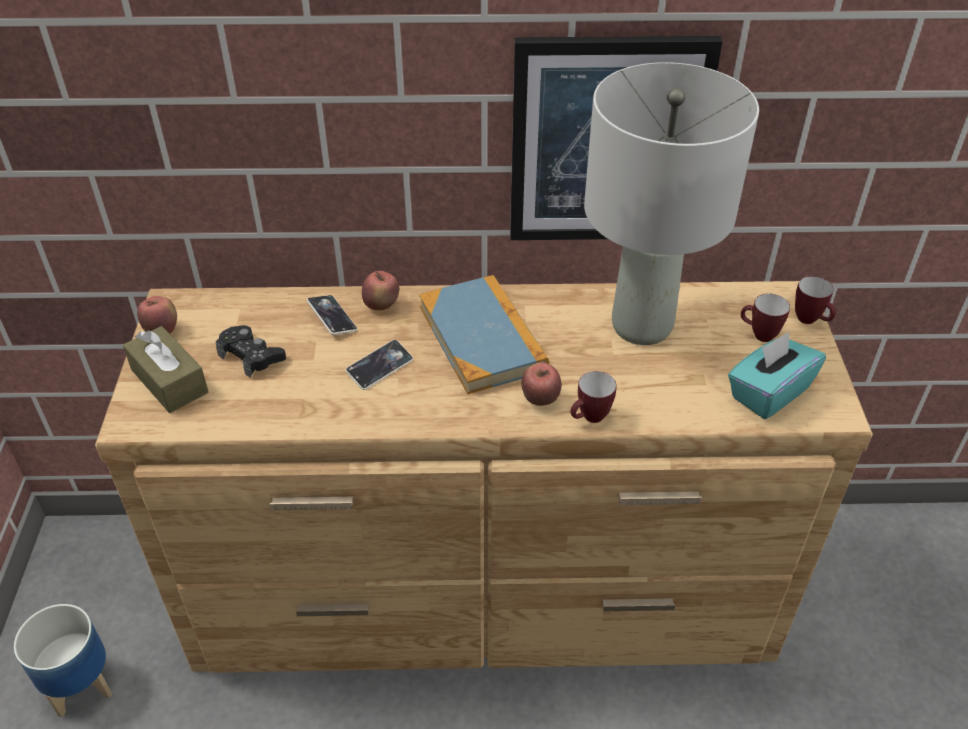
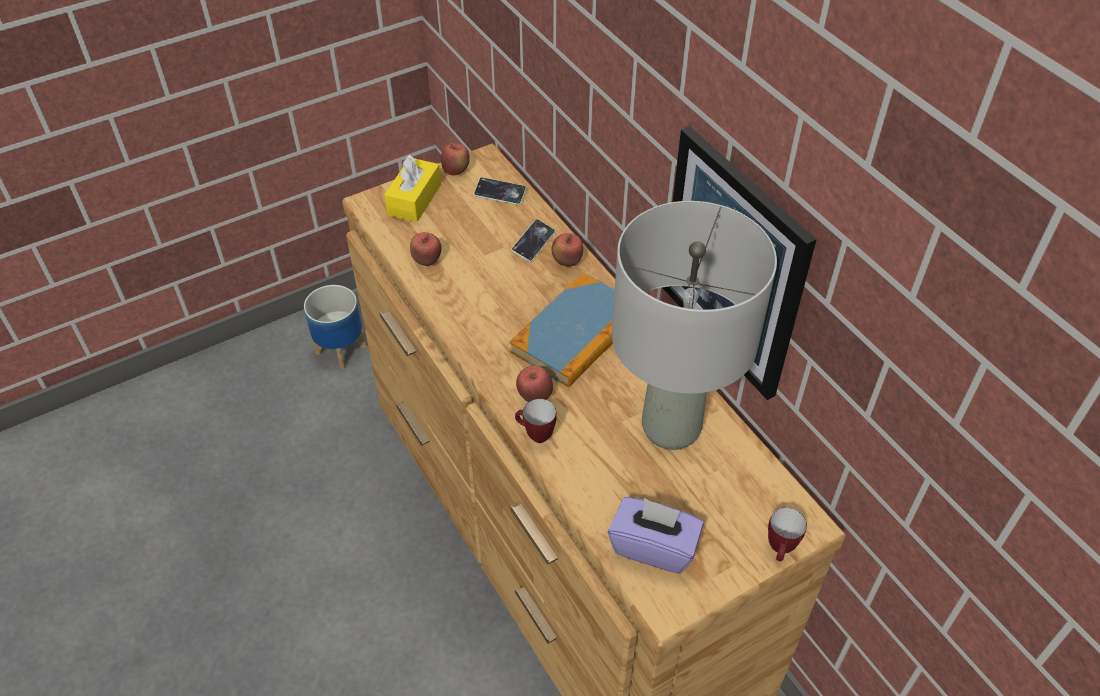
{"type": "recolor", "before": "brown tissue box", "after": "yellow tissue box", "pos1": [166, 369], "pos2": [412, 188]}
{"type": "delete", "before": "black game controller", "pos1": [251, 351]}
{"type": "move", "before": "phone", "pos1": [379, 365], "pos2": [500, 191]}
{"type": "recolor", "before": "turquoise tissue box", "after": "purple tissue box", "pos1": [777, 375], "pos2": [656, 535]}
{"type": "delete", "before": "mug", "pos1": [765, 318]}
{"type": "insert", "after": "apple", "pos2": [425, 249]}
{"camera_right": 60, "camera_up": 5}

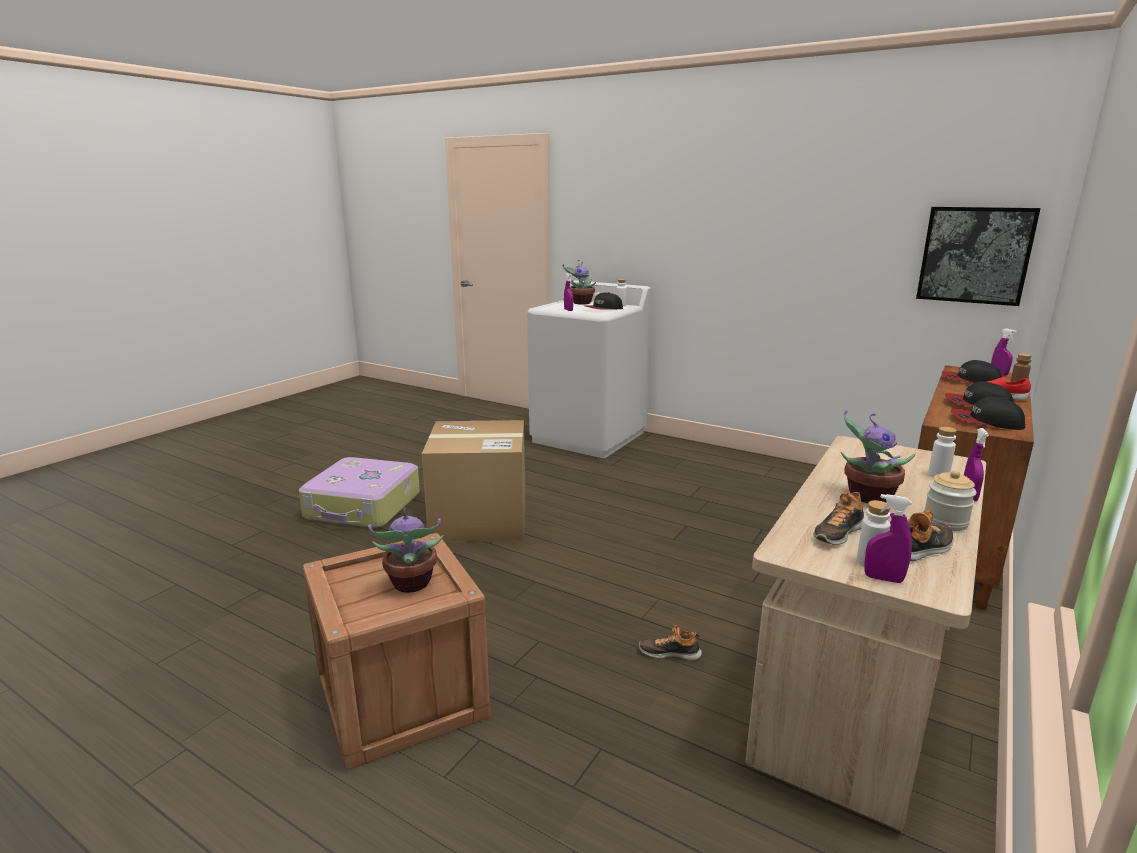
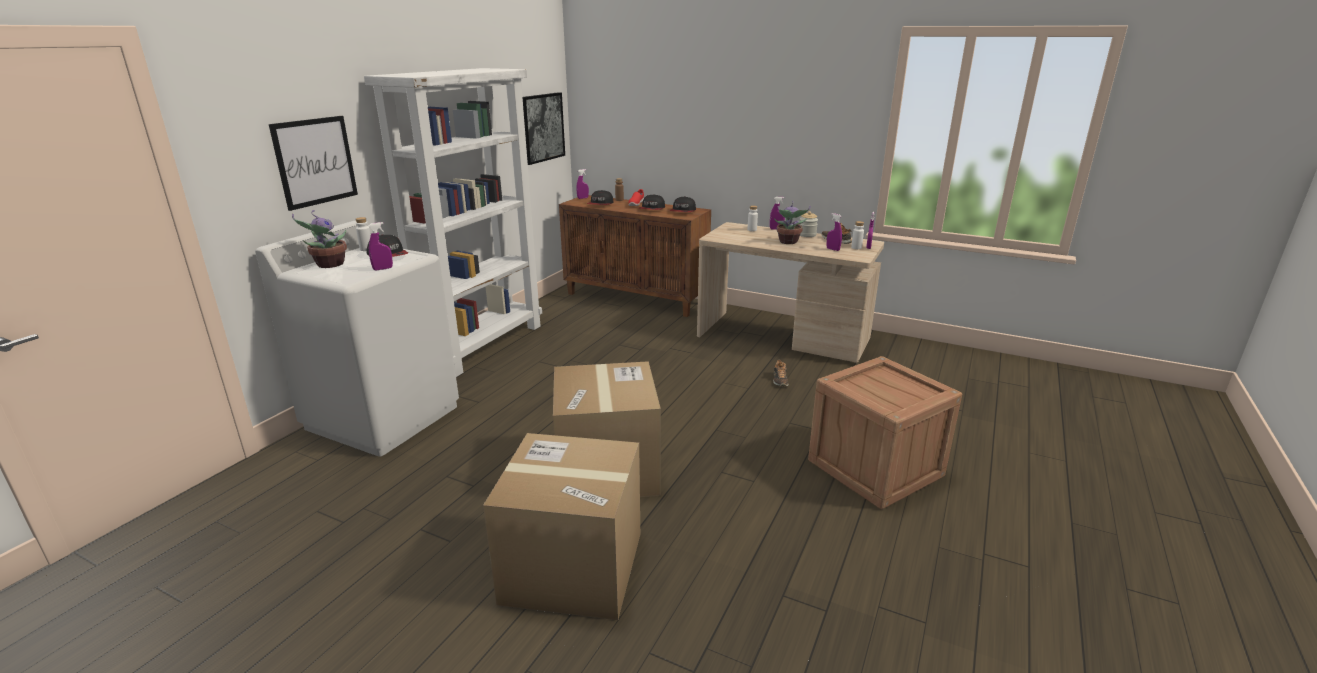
{"type": "replace", "before": "suitcase", "after": "cardboard box", "pos1": [359, 492], "pos2": [561, 526]}
{"type": "delete", "before": "potted plant", "pos1": [406, 550]}
{"type": "replace", "before": "shoe", "after": "purple spray bottle", "pos1": [838, 518], "pos2": [834, 232]}
{"type": "insert", "after": "picture", "pos2": [313, 163]}
{"type": "insert", "after": "white bookcase", "pos2": [453, 222]}
{"camera_right": -95, "camera_up": 5}

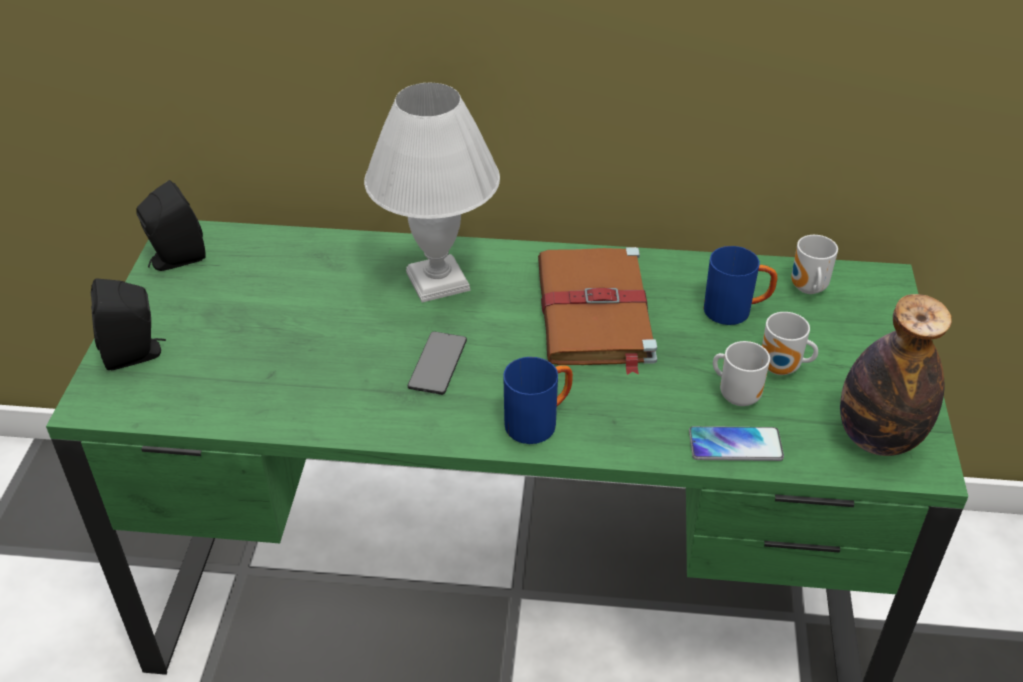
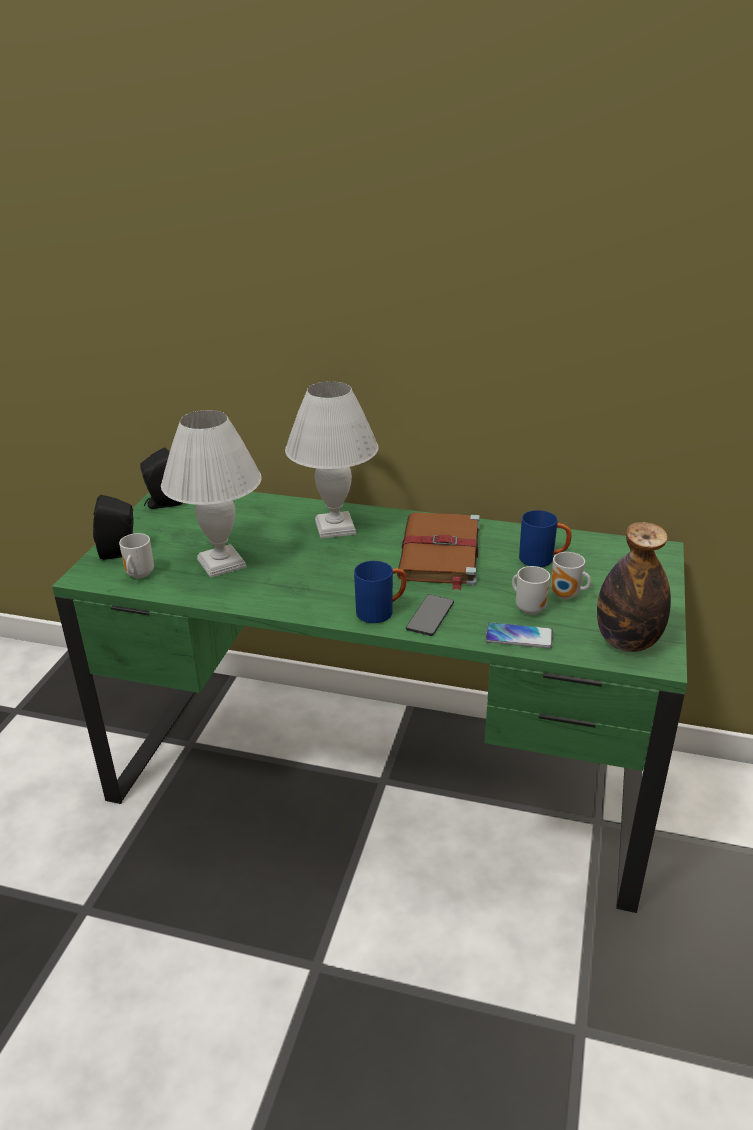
{"type": "move", "before": "phone", "pos1": [437, 363], "pos2": [430, 615]}
{"type": "move", "before": "mug", "pos1": [814, 264], "pos2": [136, 556]}
{"type": "insert", "after": "white table lamp", "pos2": [211, 494]}
{"camera_right": 10, "camera_up": -10}

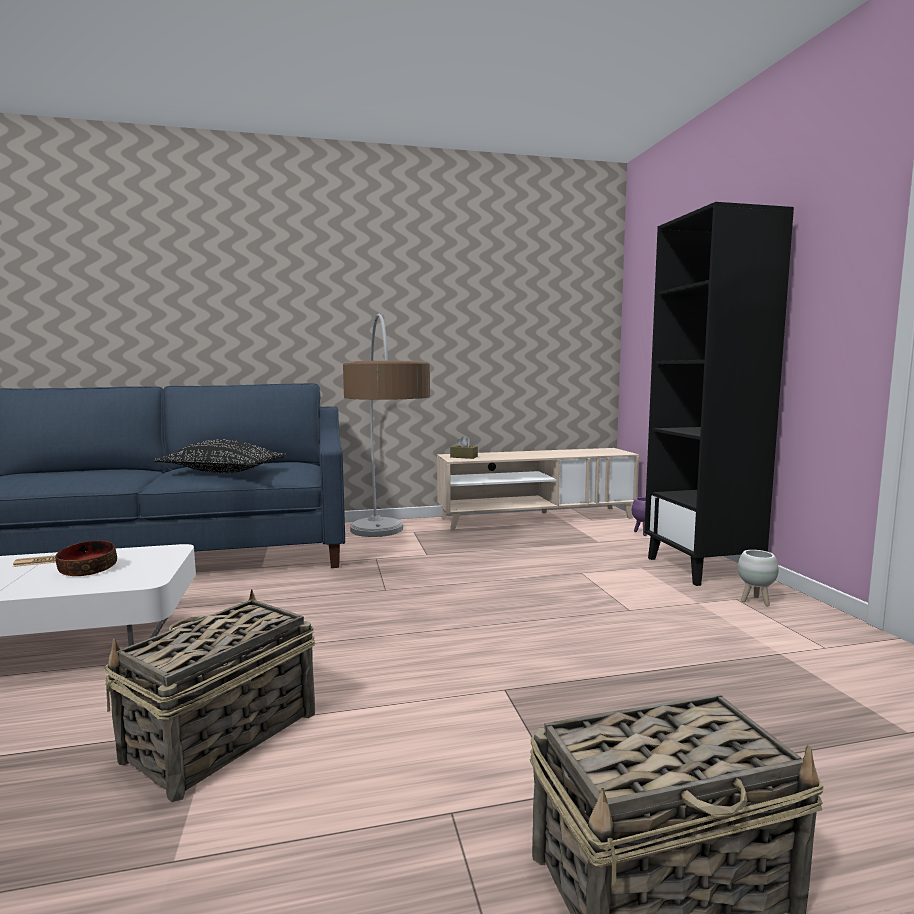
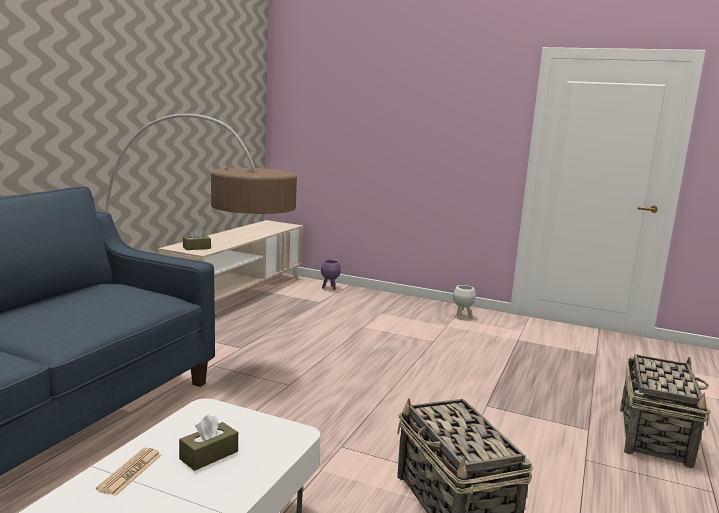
{"type": "replace", "before": "bowl", "after": "brown tissue box", "pos1": [86, 558], "pos2": [208, 442]}
{"type": "delete", "before": "black pillow", "pos1": [220, 456]}
{"type": "delete", "before": "black bookcase", "pos1": [719, 394]}
{"camera_right": -55, "camera_up": 5}

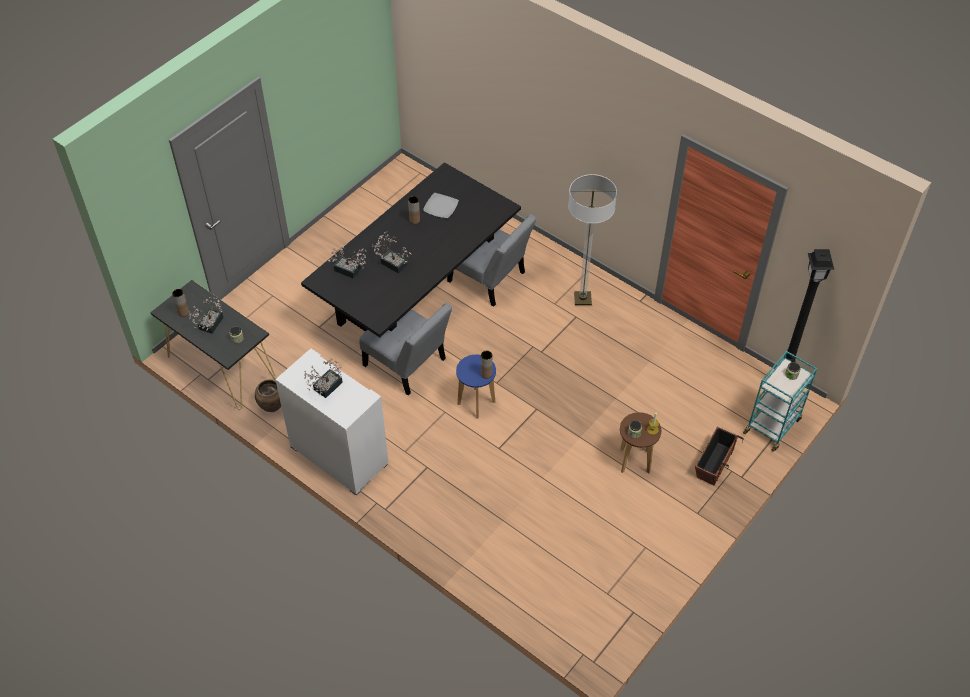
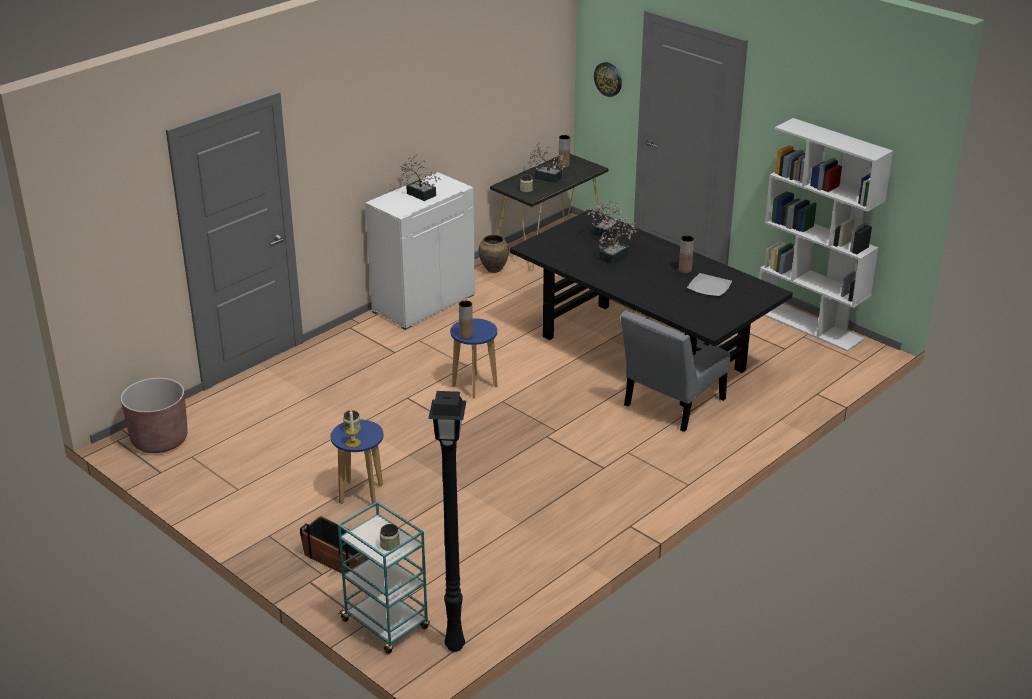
{"type": "delete", "before": "grey chair", "pos1": [405, 349]}
{"type": "delete", "before": "floor lamp", "pos1": [592, 239]}
{"type": "recolor", "before": "brown stool", "after": "blue stool", "pos1": [640, 443], "pos2": [357, 463]}
{"type": "insert", "after": "brown planter", "pos2": [154, 415]}
{"type": "insert", "after": "wall clock", "pos2": [608, 79]}
{"type": "insert", "after": "white bookcase", "pos2": [826, 235]}
{"camera_right": 95, "camera_up": -20}

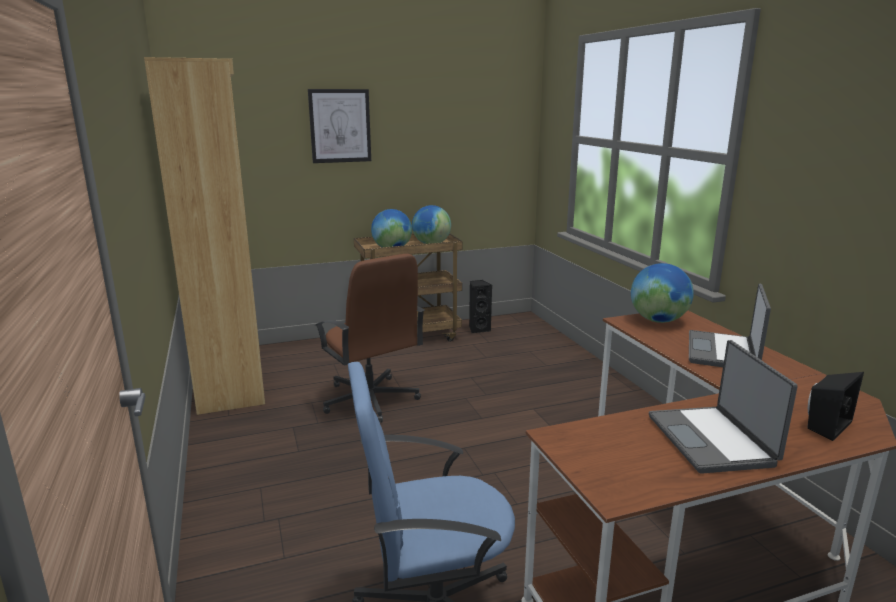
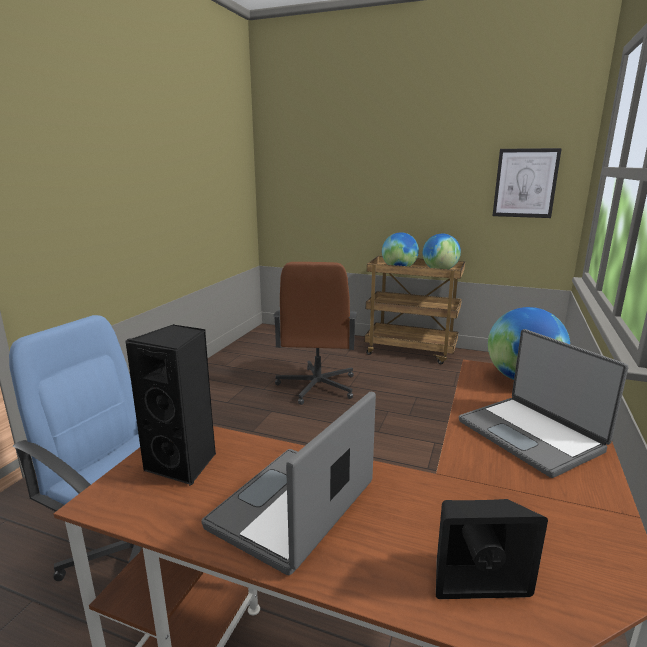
{"type": "delete", "before": "brown bookcase", "pos1": [204, 236]}
{"type": "move", "before": "picture", "pos1": [339, 126], "pos2": [527, 183]}
{"type": "move", "before": "black speaker", "pos1": [480, 306], "pos2": [171, 405]}
{"type": "rotate", "before": "laptop", "pos1": [730, 325], "pos2": [543, 403], "turn": -90}
{"camera_right": 40, "camera_up": 0}

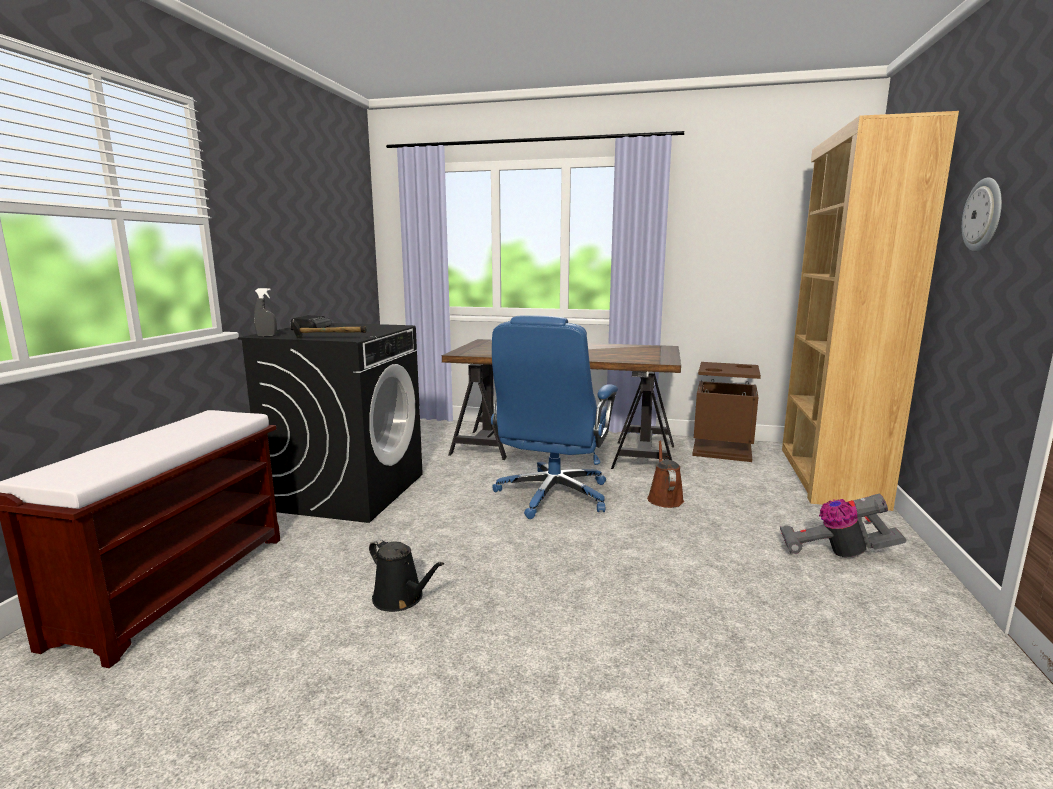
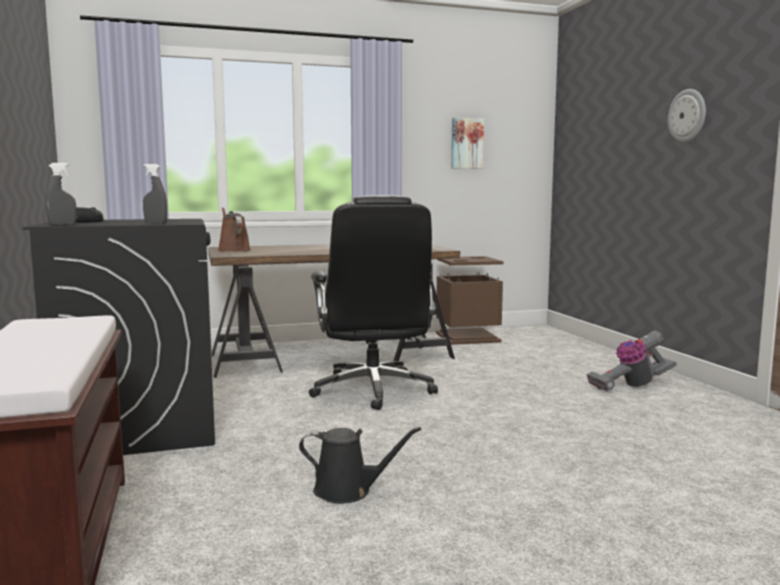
{"type": "replace", "before": "hammer", "after": "grey spray bottle", "pos1": [329, 328], "pos2": [155, 194]}
{"type": "recolor", "before": "blue office chair", "after": "black office chair", "pos1": [554, 417], "pos2": [373, 302]}
{"type": "move", "before": "brown watering can", "pos1": [665, 474], "pos2": [234, 230]}
{"type": "delete", "before": "brown bookcase", "pos1": [870, 311]}
{"type": "insert", "after": "picture", "pos2": [467, 143]}
{"camera_right": -30, "camera_up": -5}

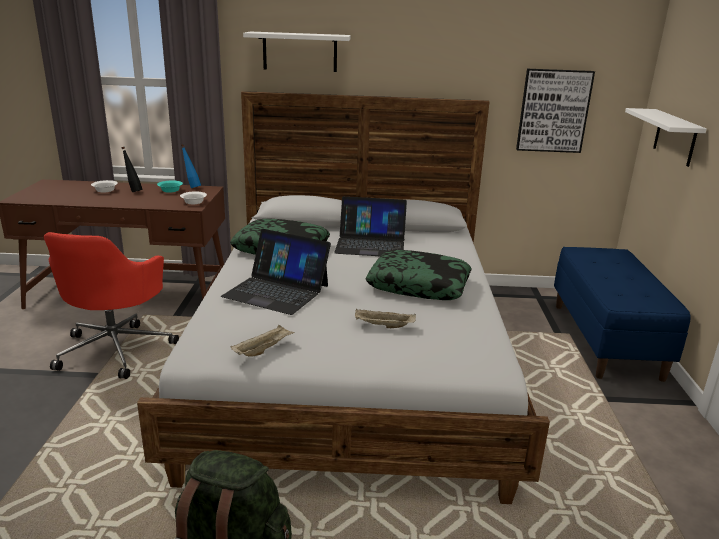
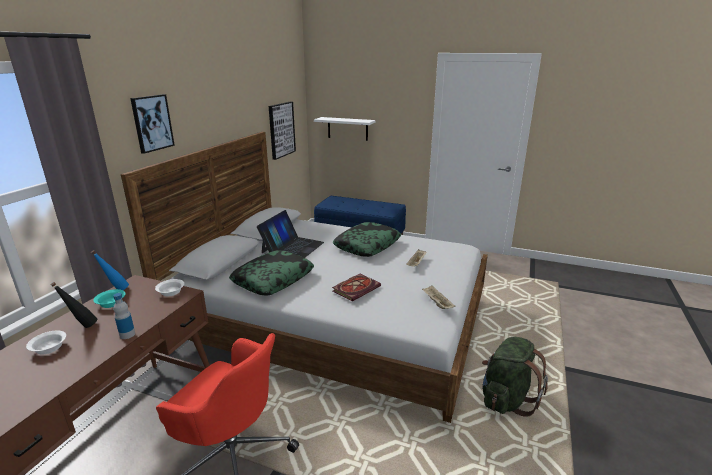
{"type": "replace", "before": "laptop", "after": "book", "pos1": [276, 272], "pos2": [356, 288]}
{"type": "replace", "before": "white shelf", "after": "picture", "pos1": [297, 52], "pos2": [152, 124]}
{"type": "insert", "after": "bottle", "pos2": [124, 316]}
{"camera_right": -70, "camera_up": 0}

